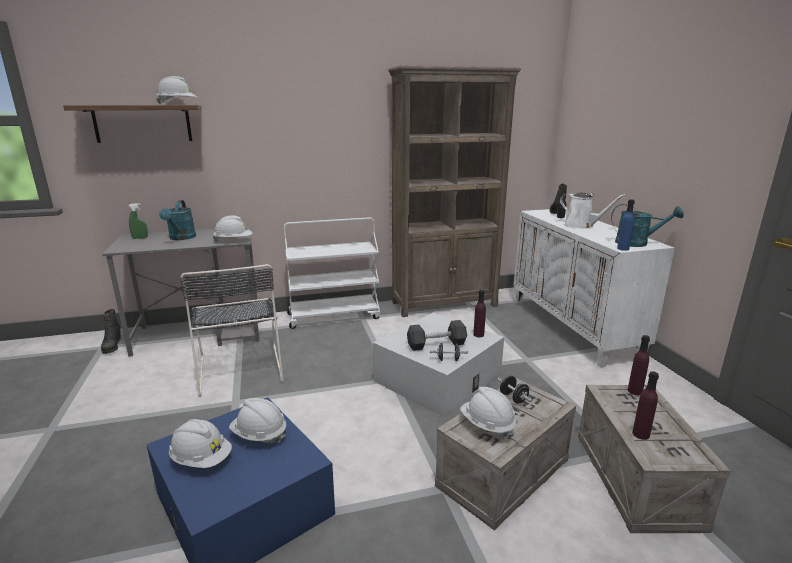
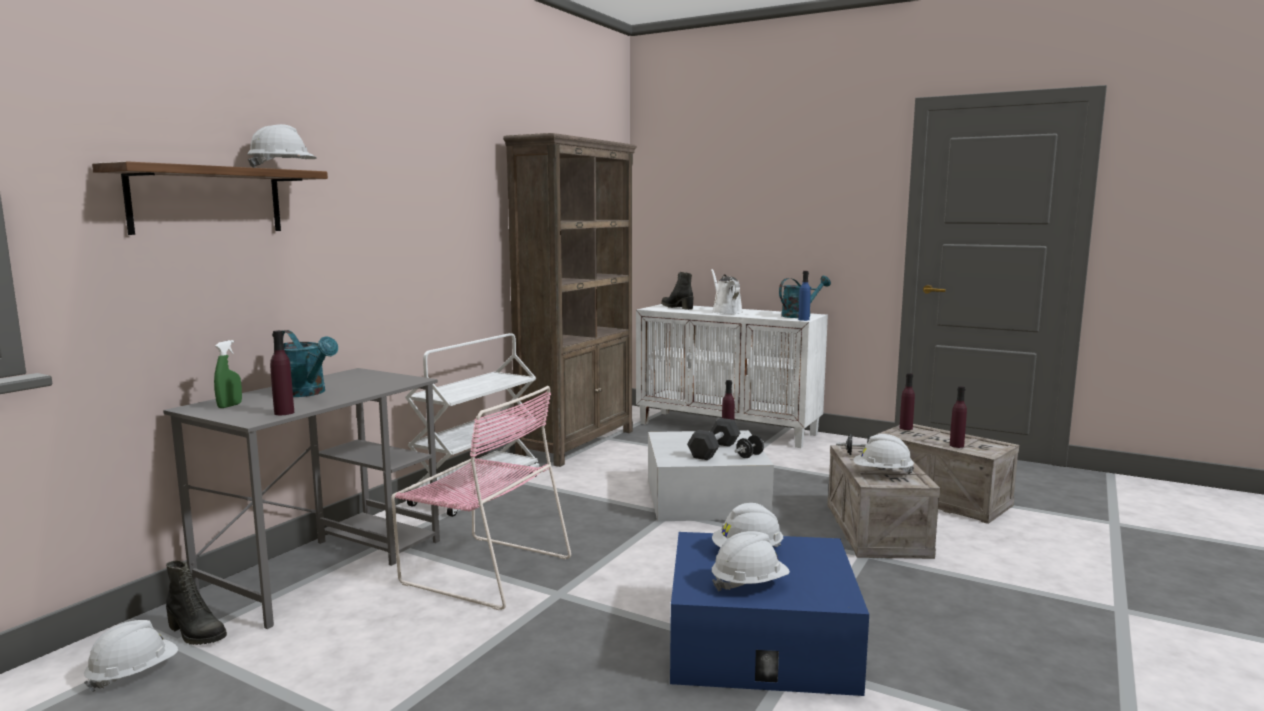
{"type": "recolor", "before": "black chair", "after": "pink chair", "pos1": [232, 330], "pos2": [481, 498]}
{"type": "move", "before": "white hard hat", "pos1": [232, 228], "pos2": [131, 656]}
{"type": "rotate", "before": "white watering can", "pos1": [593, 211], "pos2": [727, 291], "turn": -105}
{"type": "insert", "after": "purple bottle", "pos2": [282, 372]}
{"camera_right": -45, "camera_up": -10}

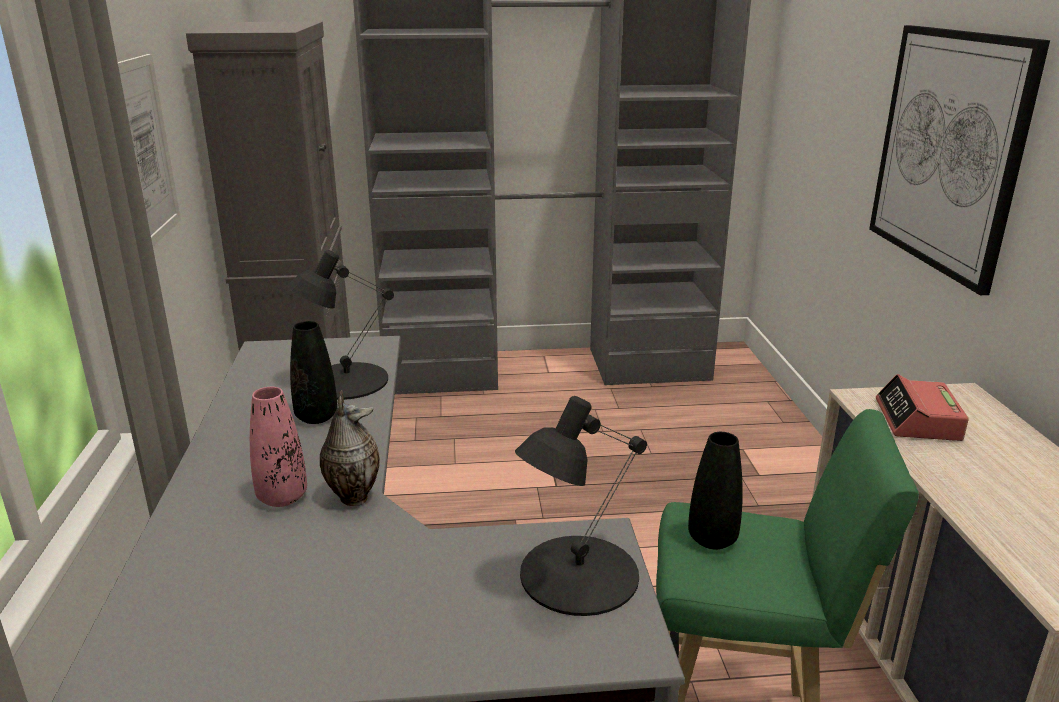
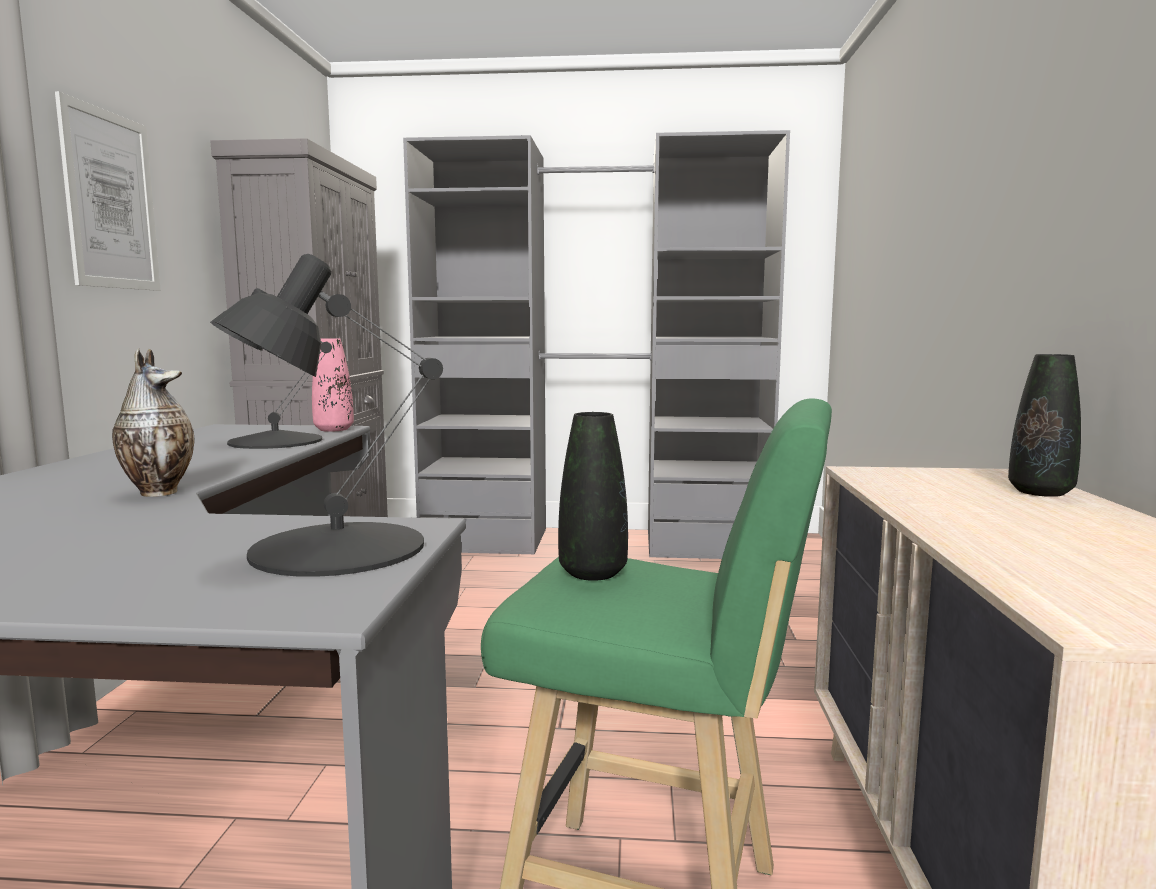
{"type": "move", "before": "pink vase", "pos1": [278, 447], "pos2": [333, 385]}
{"type": "move", "before": "black vase", "pos1": [314, 372], "pos2": [1044, 425]}
{"type": "delete", "before": "picture", "pos1": [959, 160]}
{"type": "delete", "before": "alarm clock", "pos1": [922, 407]}
{"camera_right": 10, "camera_up": -15}

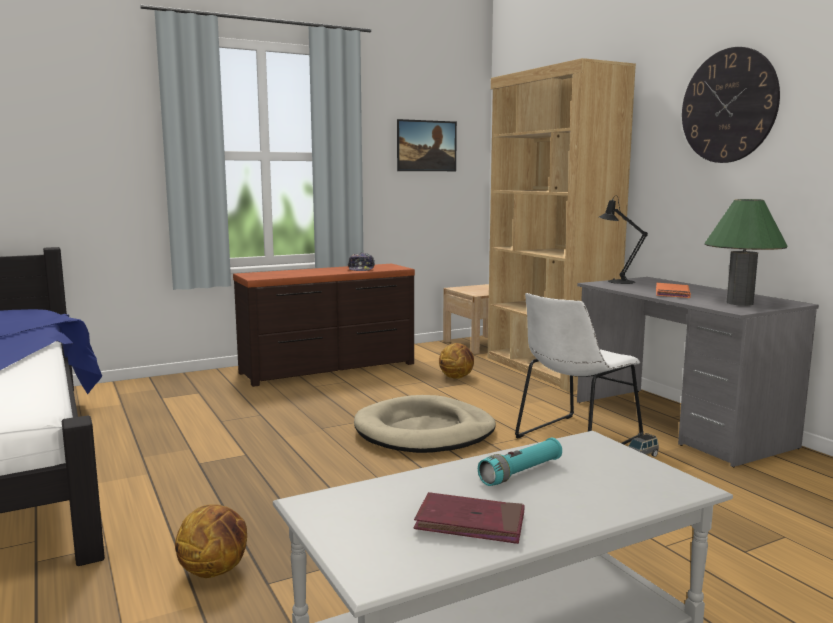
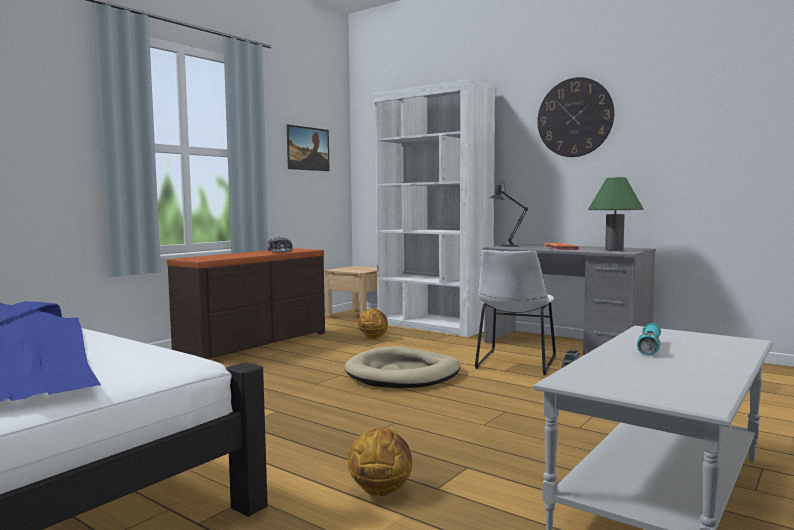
{"type": "delete", "before": "red book", "pos1": [469, 518]}
{"type": "recolor", "before": "brown bookcase", "after": "white bookcase", "pos1": [562, 225], "pos2": [434, 208]}
{"camera_right": -25, "camera_up": -5}

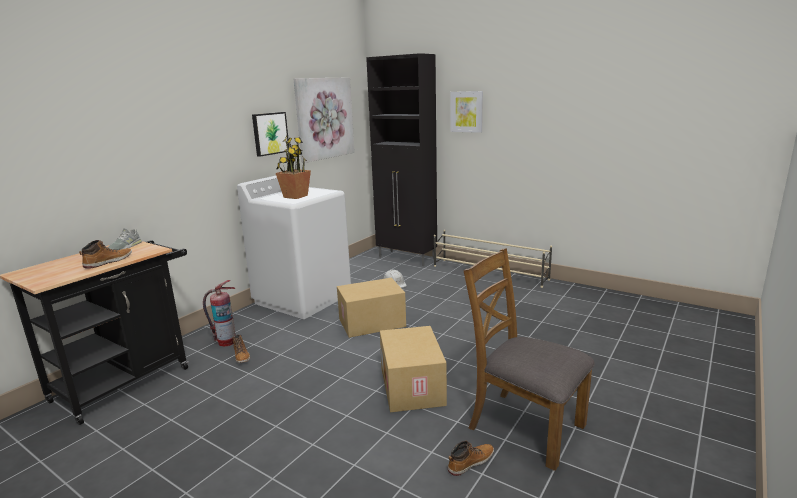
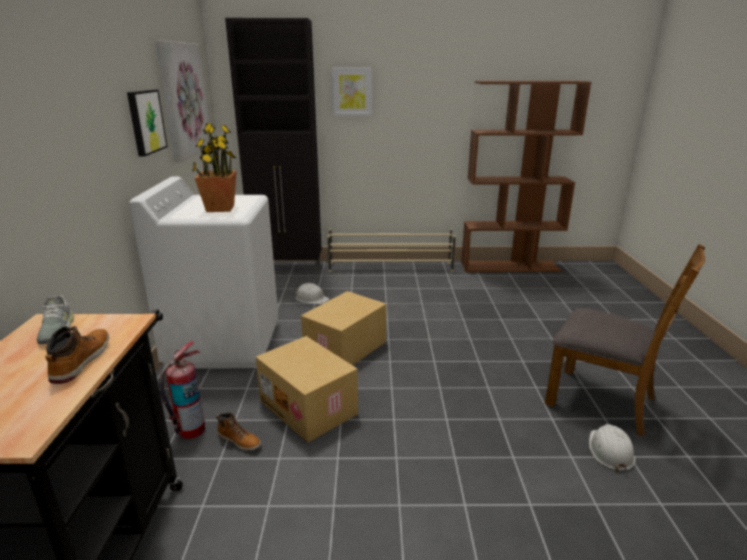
{"type": "move", "before": "cardboard box", "pos1": [413, 369], "pos2": [307, 389]}
{"type": "replace", "before": "boot", "after": "white hard hat", "pos1": [471, 458], "pos2": [612, 448]}
{"type": "rotate", "before": "brown chair", "pos1": [529, 359], "pos2": [625, 340], "turn": -150}
{"type": "insert", "after": "brown bookcase", "pos2": [526, 176]}
{"camera_right": -35, "camera_up": 5}

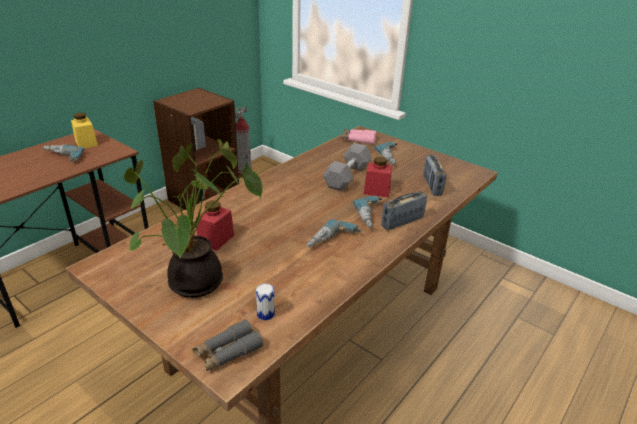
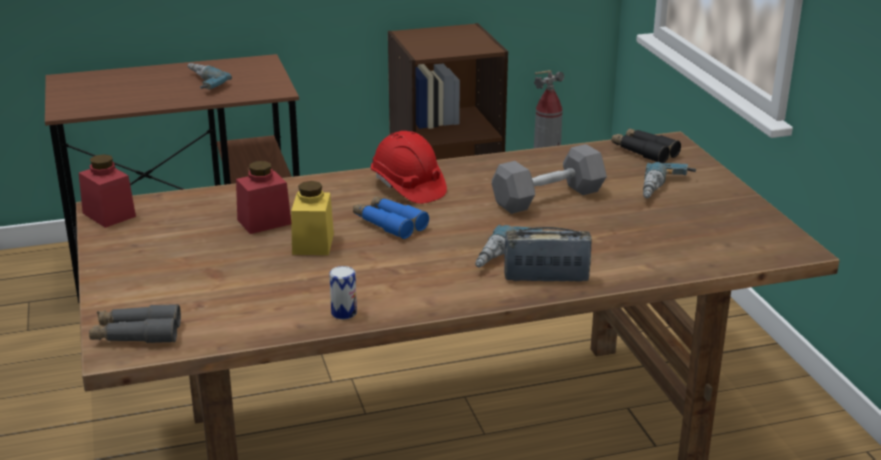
{"type": "move", "before": "yellow jar", "pos1": [84, 130], "pos2": [312, 218]}
{"type": "delete", "before": "potted plant", "pos1": [193, 218]}
{"type": "move", "before": "can", "pos1": [265, 302], "pos2": [343, 292]}
{"type": "delete", "before": "power drill", "pos1": [334, 233]}
{"type": "recolor", "before": "pink binoculars", "after": "black binoculars", "pos1": [359, 137], "pos2": [646, 145]}
{"type": "move", "before": "red jar", "pos1": [378, 177], "pos2": [107, 191]}
{"type": "delete", "before": "radio", "pos1": [434, 175]}
{"type": "insert", "after": "blue binoculars", "pos2": [391, 217]}
{"type": "insert", "after": "red hard hat", "pos2": [409, 167]}
{"camera_right": 35, "camera_up": -5}

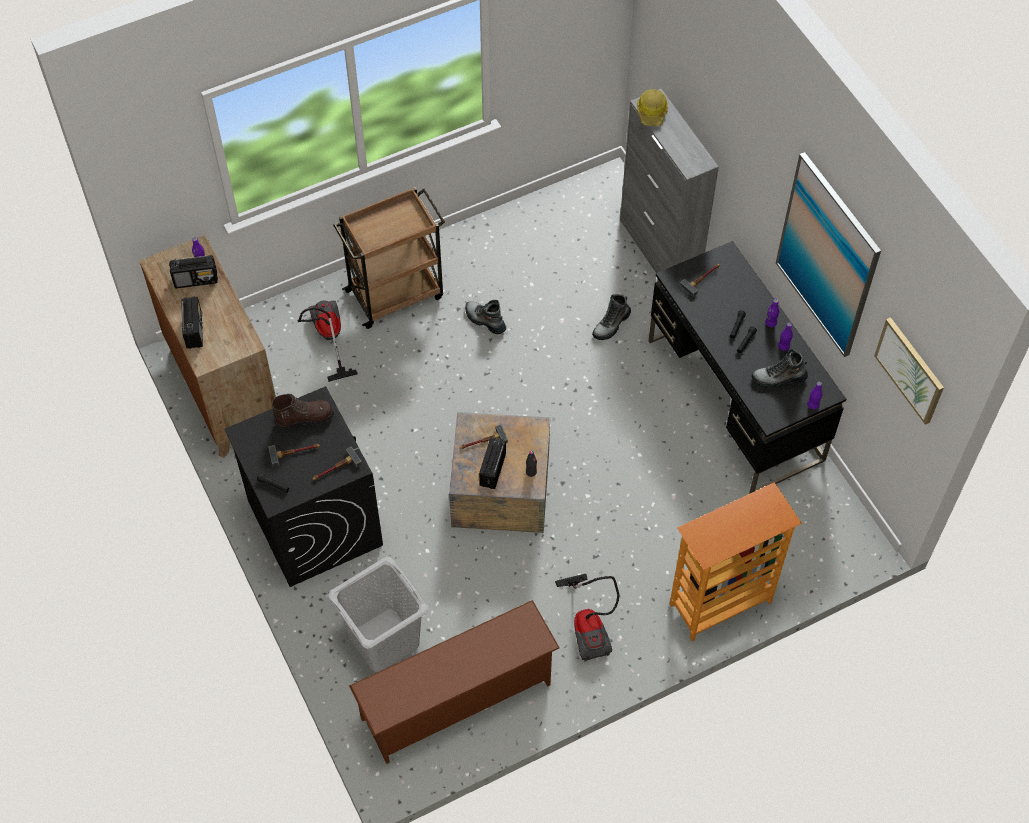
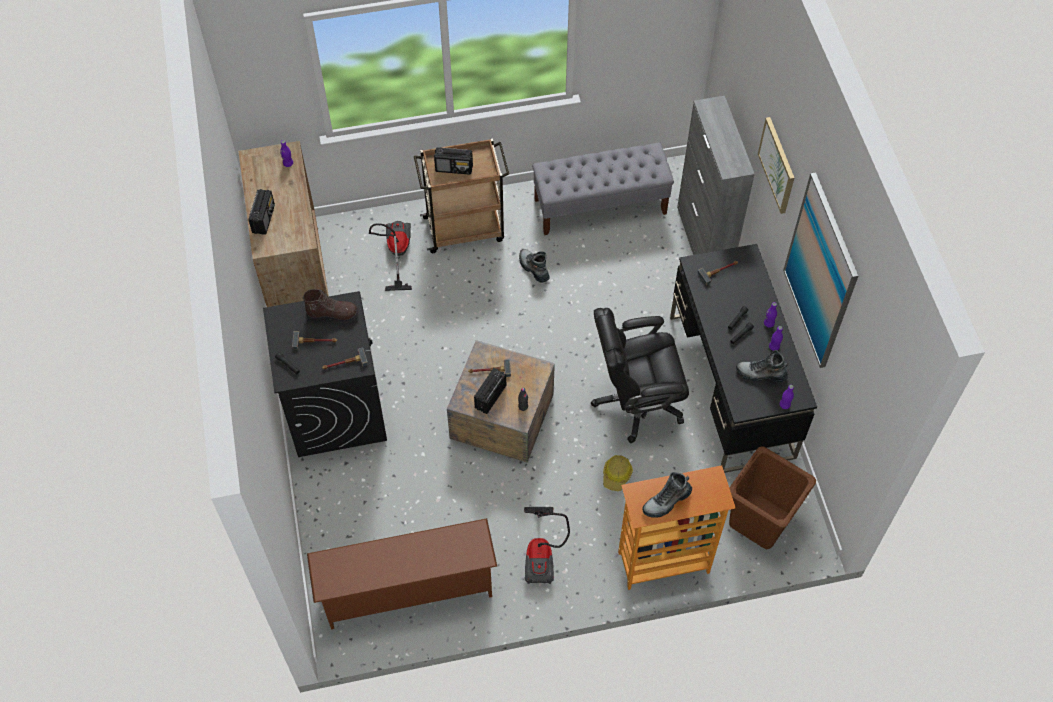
{"type": "move", "before": "radio", "pos1": [193, 271], "pos2": [453, 161]}
{"type": "delete", "before": "grey laundry basket", "pos1": [378, 614]}
{"type": "move", "before": "boot", "pos1": [611, 317], "pos2": [667, 495]}
{"type": "move", "before": "hard hat", "pos1": [652, 107], "pos2": [618, 473]}
{"type": "move", "before": "picture", "pos1": [909, 371], "pos2": [776, 165]}
{"type": "insert", "after": "grey bench", "pos2": [603, 189]}
{"type": "insert", "after": "black office chair", "pos2": [640, 375]}
{"type": "insert", "after": "brown laundry basket", "pos2": [772, 497]}
{"camera_right": 15, "camera_up": 0}

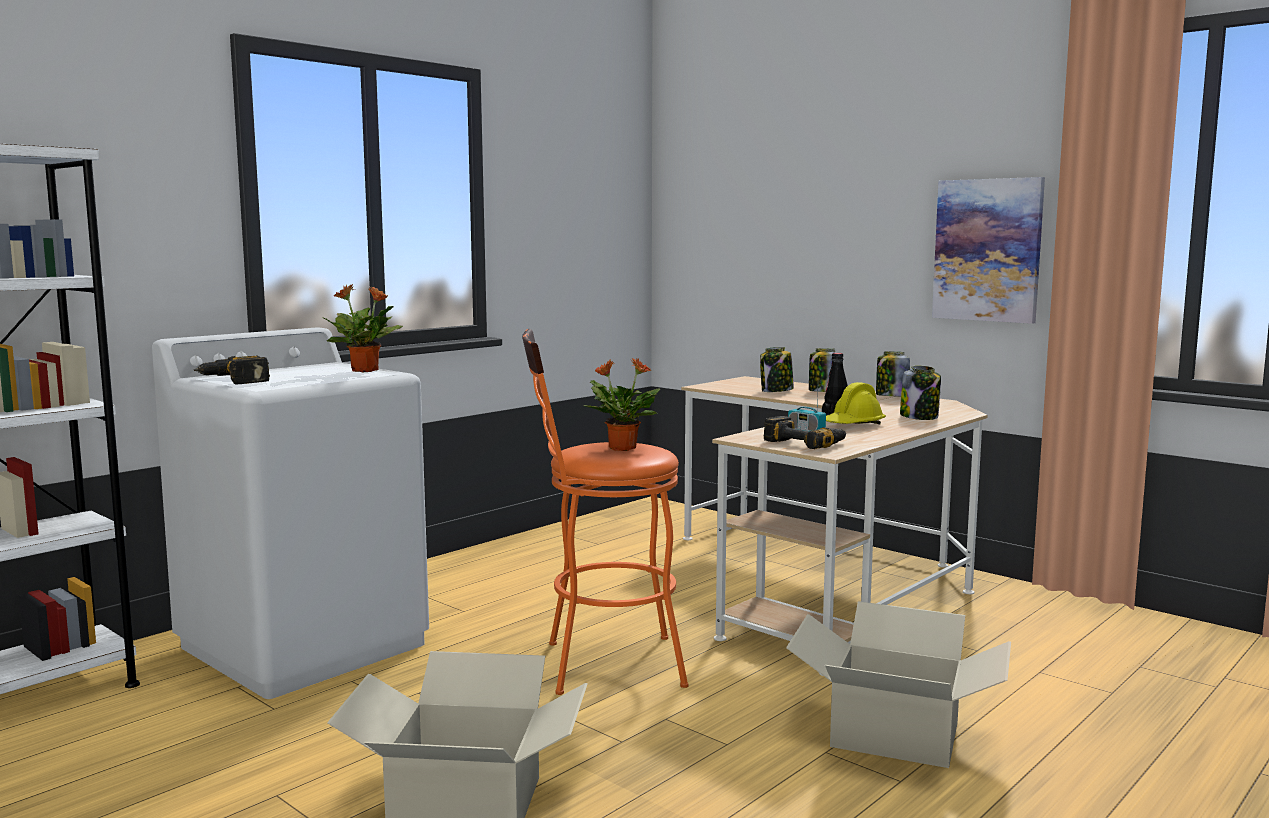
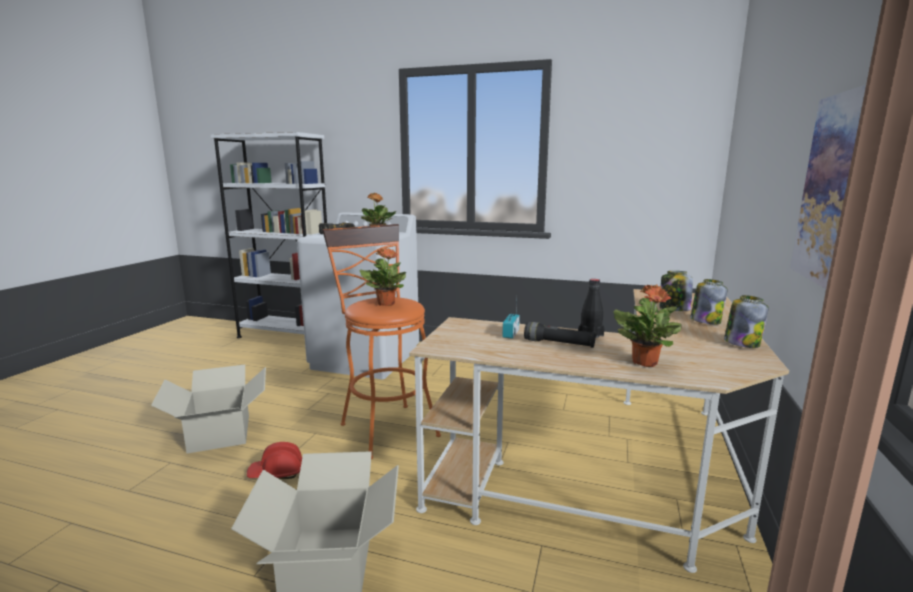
{"type": "delete", "before": "power drill", "pos1": [804, 432]}
{"type": "replace", "before": "yellow hard hat", "after": "black flashlight", "pos1": [856, 403], "pos2": [560, 335]}
{"type": "replace", "before": "jar", "after": "potted plant", "pos1": [920, 392], "pos2": [648, 325]}
{"type": "insert", "after": "red hard hat", "pos2": [274, 460]}
{"camera_right": 65, "camera_up": 5}

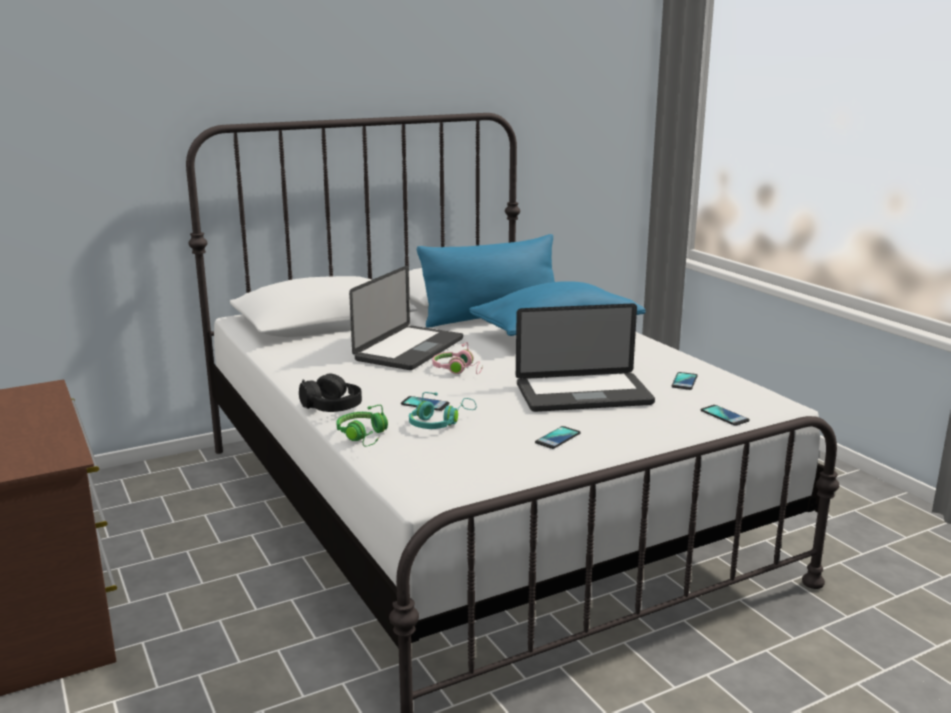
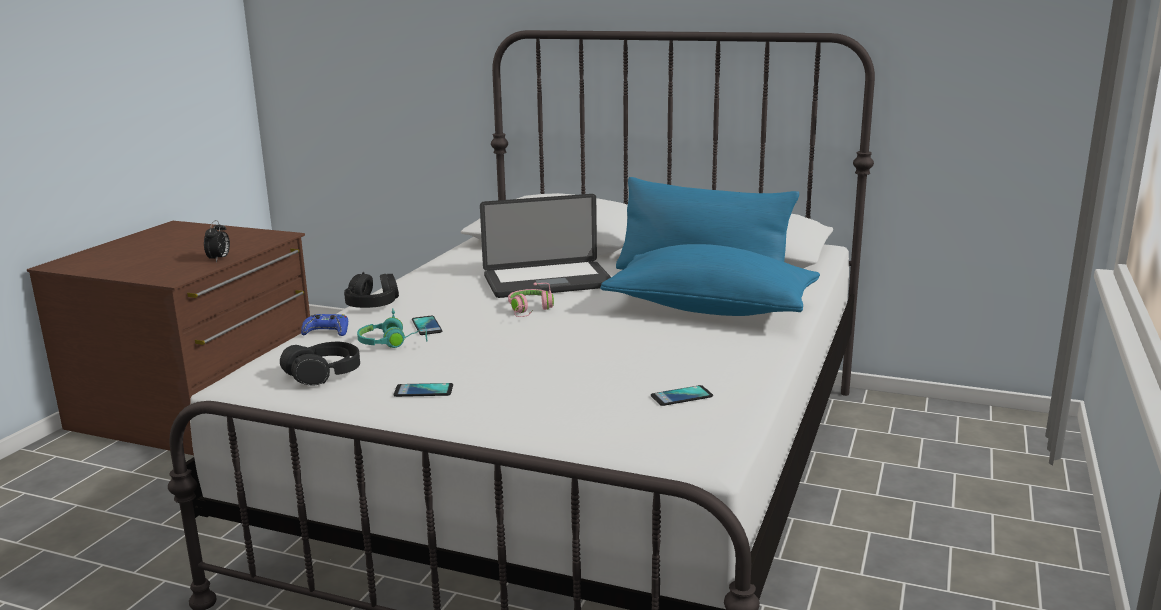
{"type": "replace", "before": "green headphones", "after": "blue game controller", "pos1": [362, 426], "pos2": [324, 325]}
{"type": "delete", "before": "laptop", "pos1": [585, 357]}
{"type": "delete", "before": "phone", "pos1": [725, 415]}
{"type": "insert", "after": "alarm clock", "pos2": [217, 241]}
{"type": "insert", "after": "black headphones", "pos2": [320, 364]}
{"camera_right": 50, "camera_up": 0}

